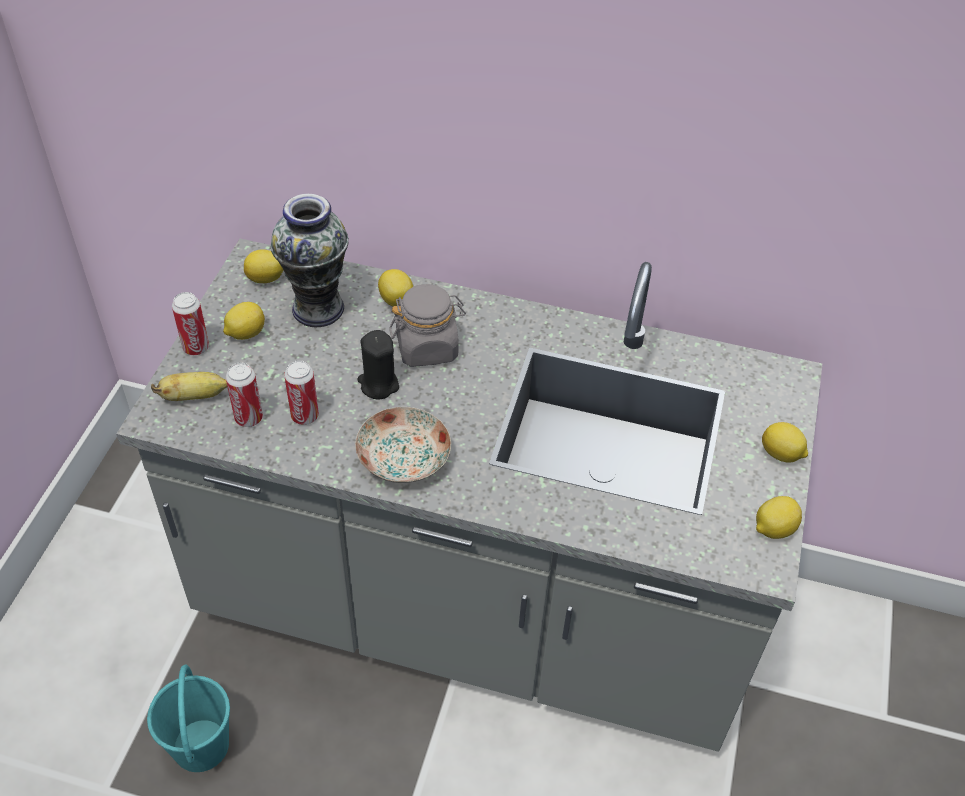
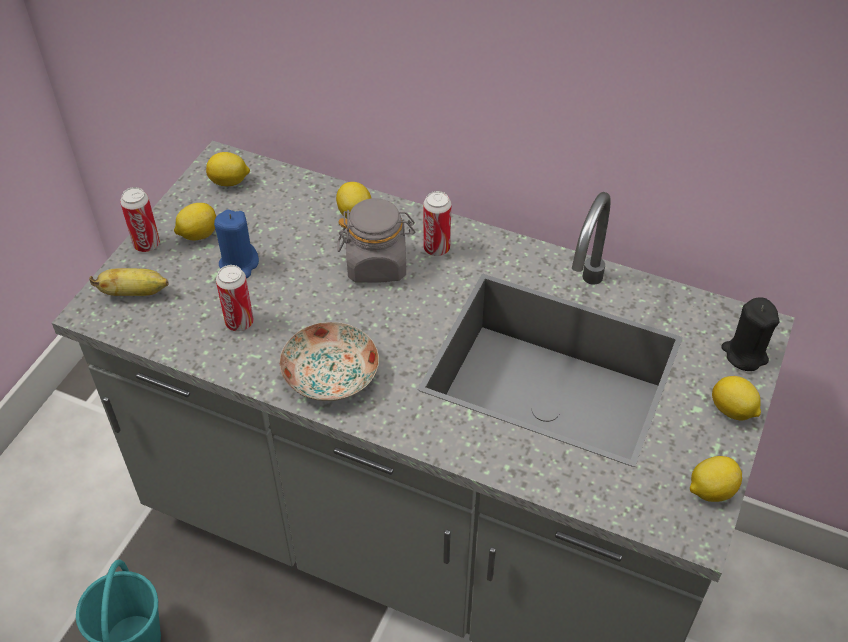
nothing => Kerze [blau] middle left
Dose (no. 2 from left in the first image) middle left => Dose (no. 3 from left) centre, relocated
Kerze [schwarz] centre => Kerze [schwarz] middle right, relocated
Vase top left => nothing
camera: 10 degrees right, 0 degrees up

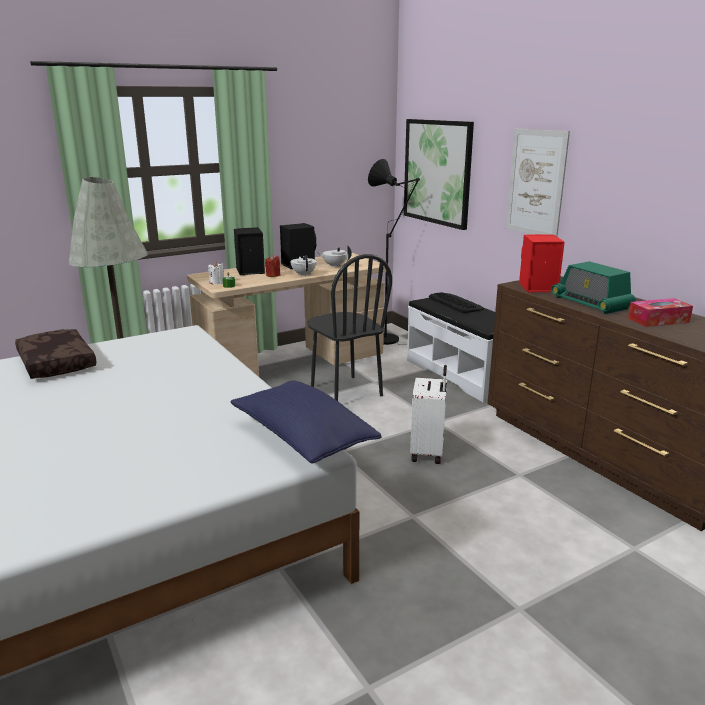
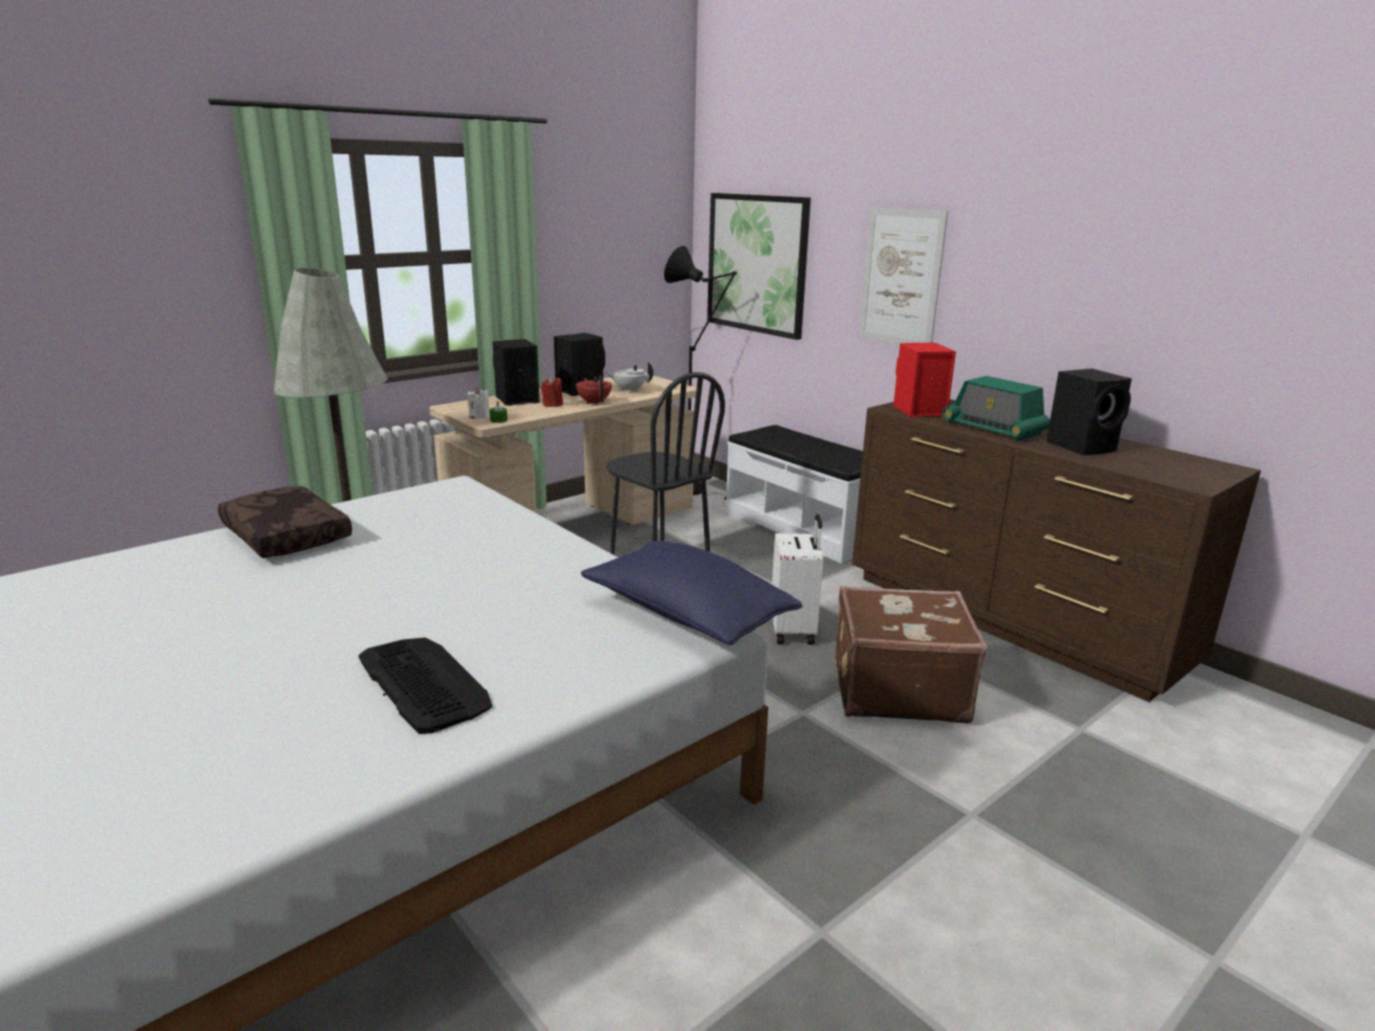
Tastatur centre => Tastatur middle left, relocated
Teekanne [weiß] (no. 1 from left) centre => Teekanne [rot] centre
nothing => Koffer [braun] centre
Taschentuchbox middle right => Lautsprecher [schwarz] (no. 3 from left) middle right
camera: 10 degrees left, 0 degrees up

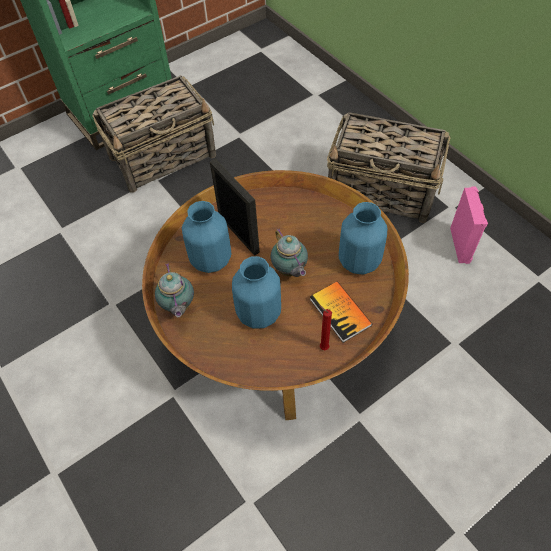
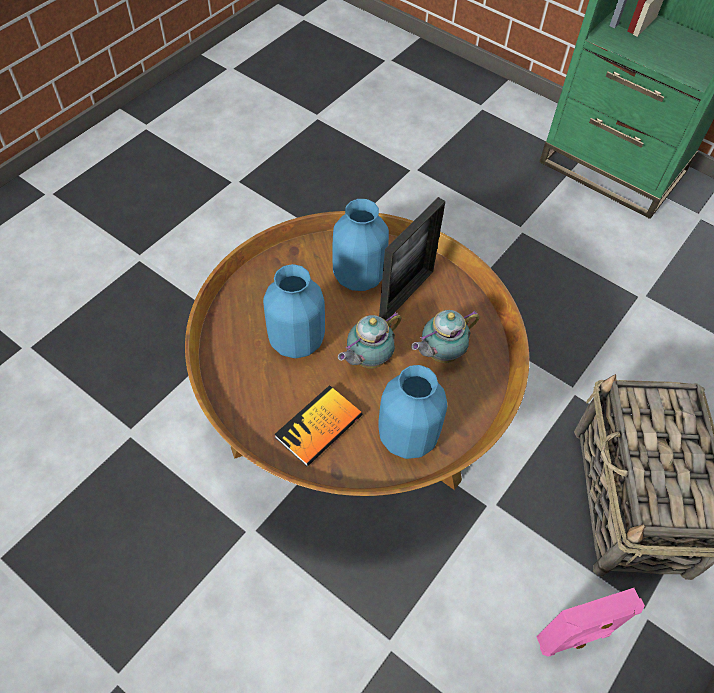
Teekanne (no. 1 from left in the first image) middle left => Teekanne (no. 2 from left) centre, relocated
Korb (no. 1 from left) top left => nothing
Kerze [rot] centre => nothing
camera: 70 degrees right, 0 degrees up

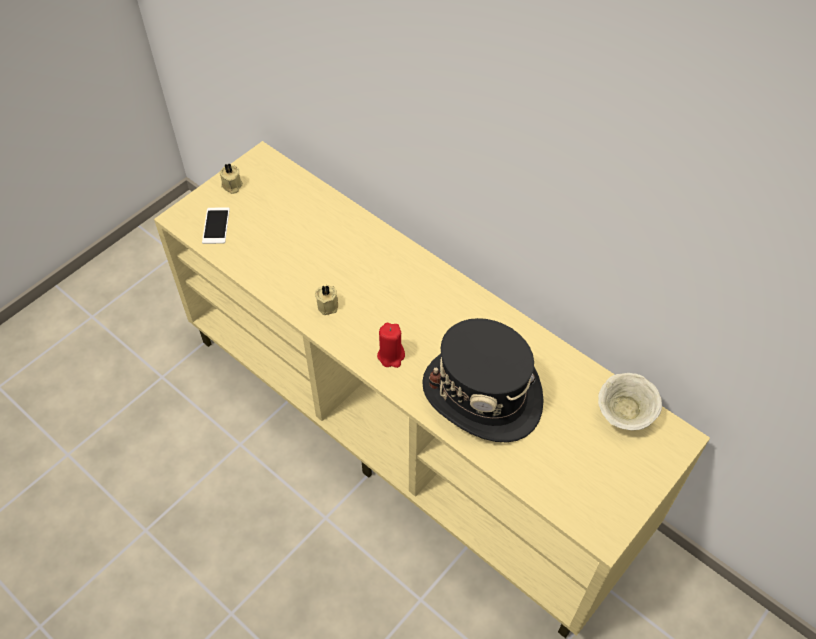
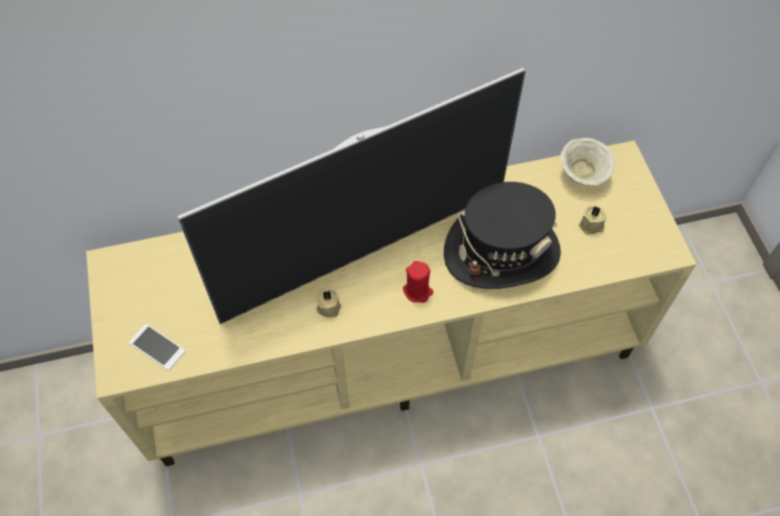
nothing => Fernseher centre
Kerze [beige] (no. 1 from left in the first image) top left => Kerze [beige] (no. 2 from left) middle right, relocated
camera: 55 degrees left, 5 degrees up

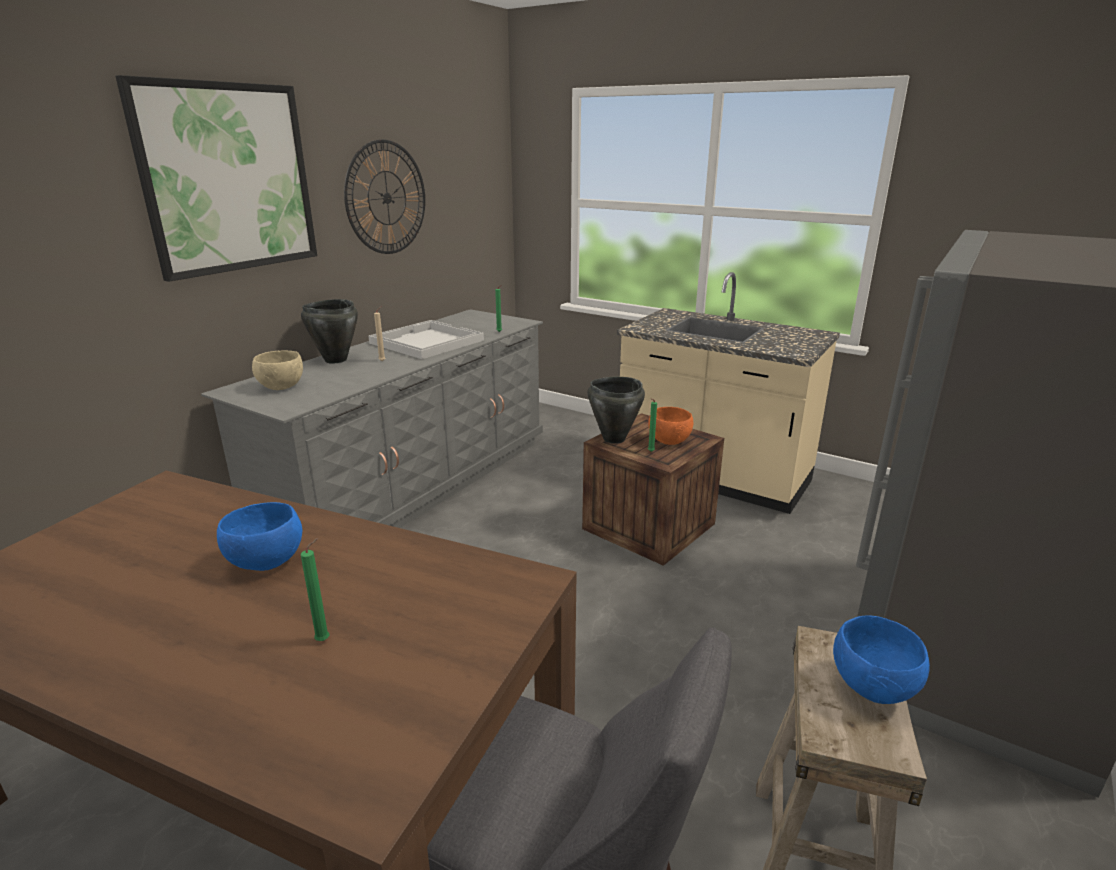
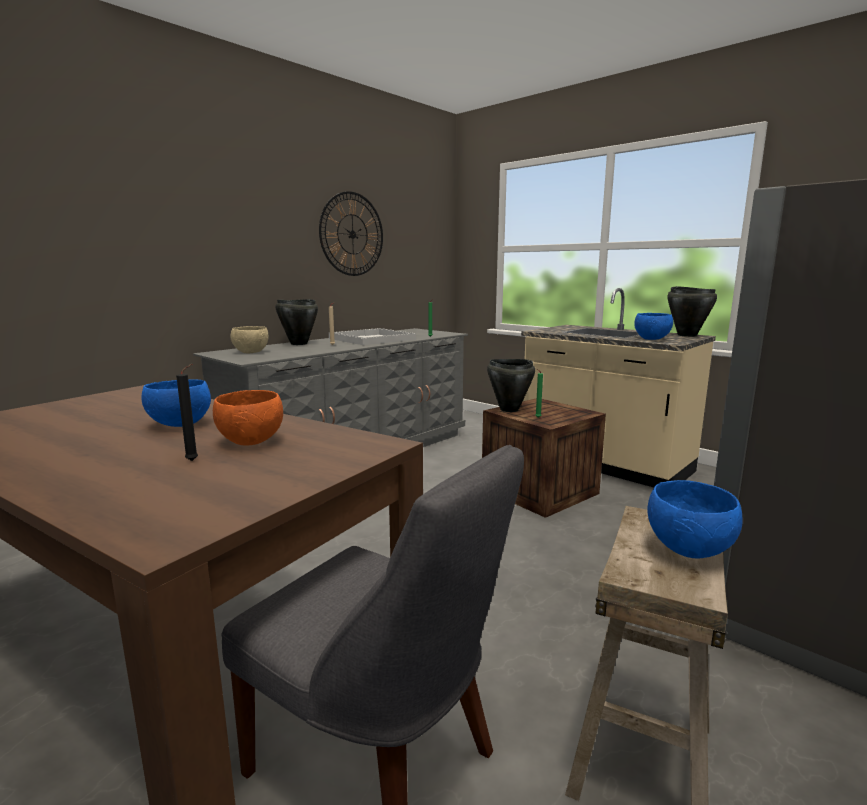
Kerze [grün] (no. 1 from left) bottom left => Kerze [schwarz] middle left
Schüssel [orange] centre => Schüssel [orange] middle left, relocated
nothing => Schüssel [blau] (no. 2 from left) middle right
nothing => Kochtopf [schwarz] (no. 3 from left) middle right
Bild top left => nothing
camera: 10 degrees right, 10 degrees down

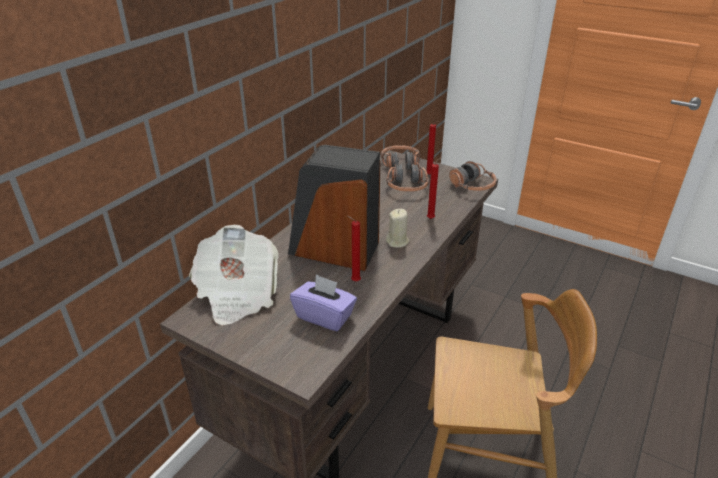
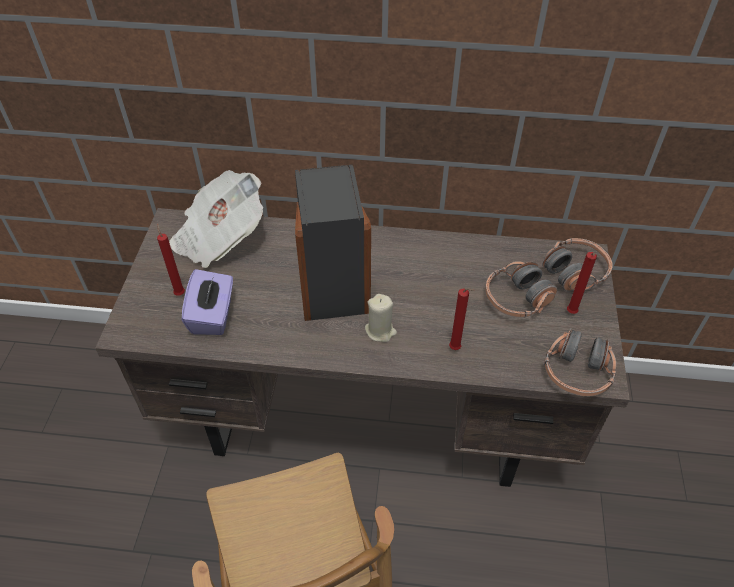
Kerze [rot] (no. 1 from left) centre => Kerze [rot] (no. 1 from left) middle left, relocated
camera: 65 degrees right, 15 degrees up

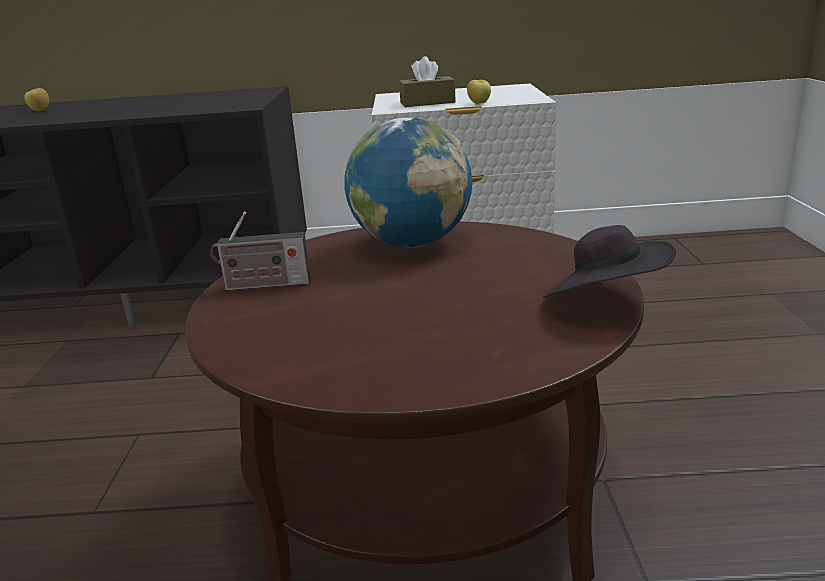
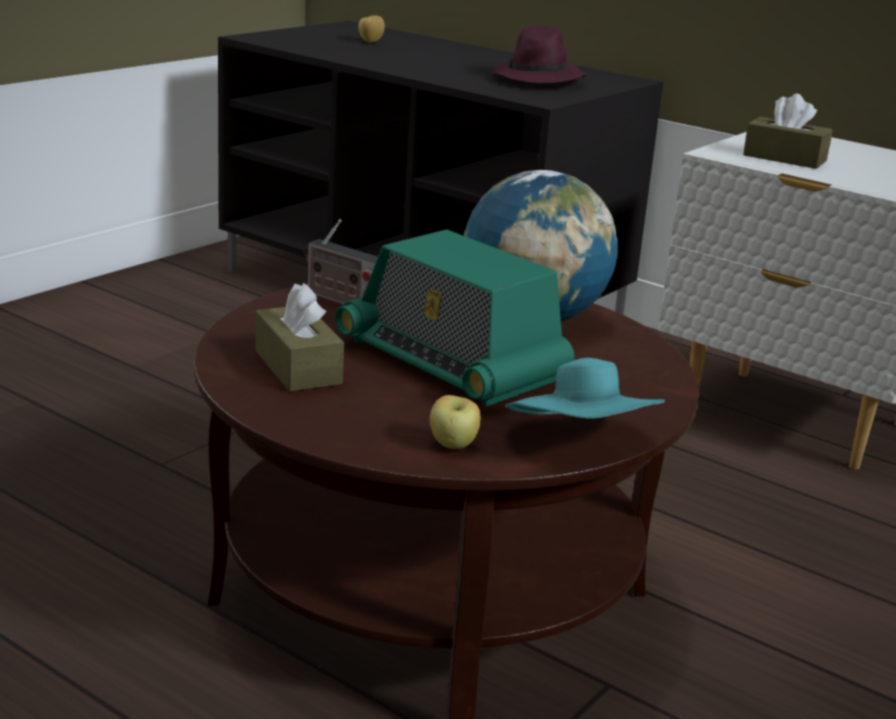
nothing => Taschentuchbox [braun] (no. 1 from left) centre
nothing => Radio (no. 2 from left) centre
Apfel (no. 2 from left) top centre => Apfel (no. 2 from left) centre, relocated
nothing => Hut [lila] top centre
Hut [schwarz] middle right => Hut [türkis] centre
camera: 35 degrees right, 0 degrees up

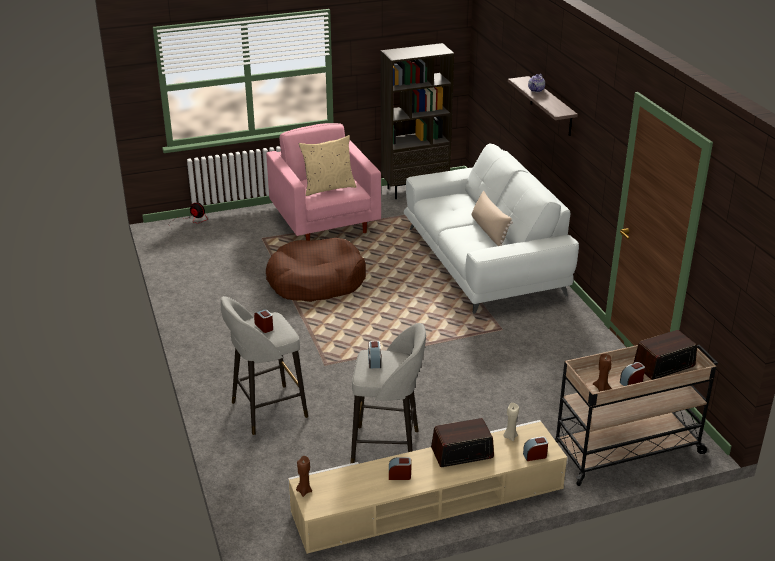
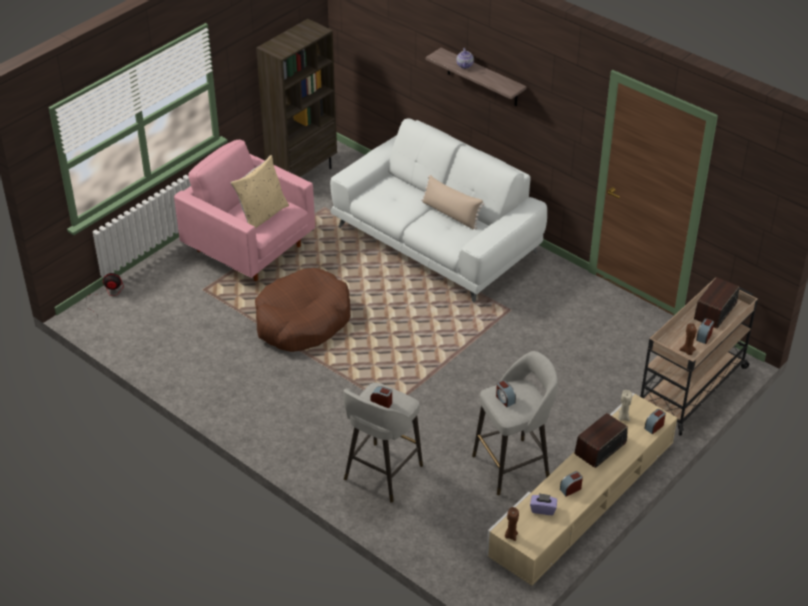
nothing => Taschentuchbox [lila] bottom right
camera: 30 degrees left, 10 degrees up

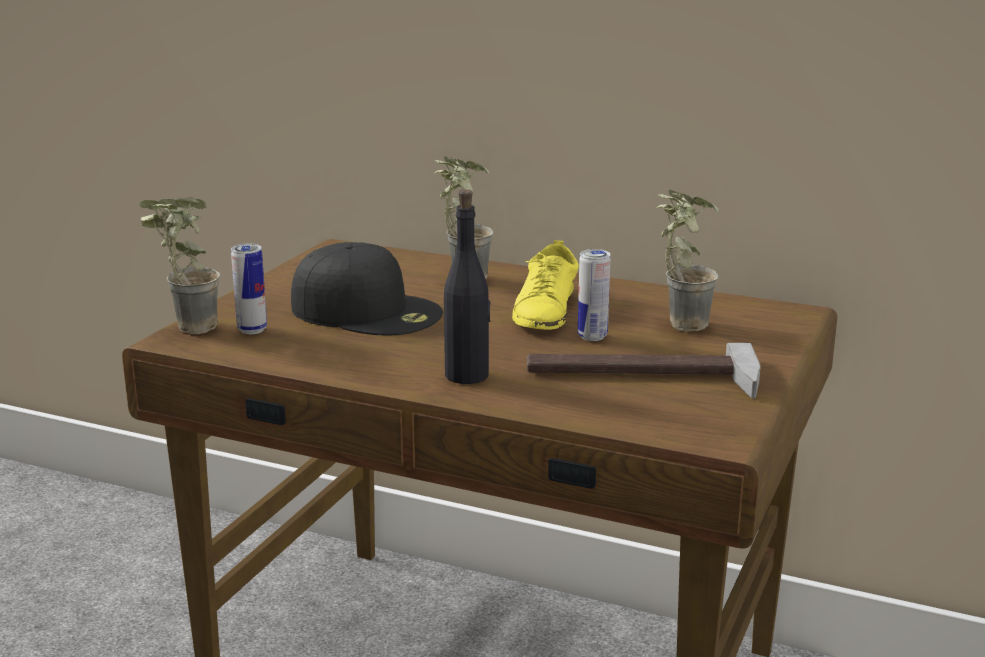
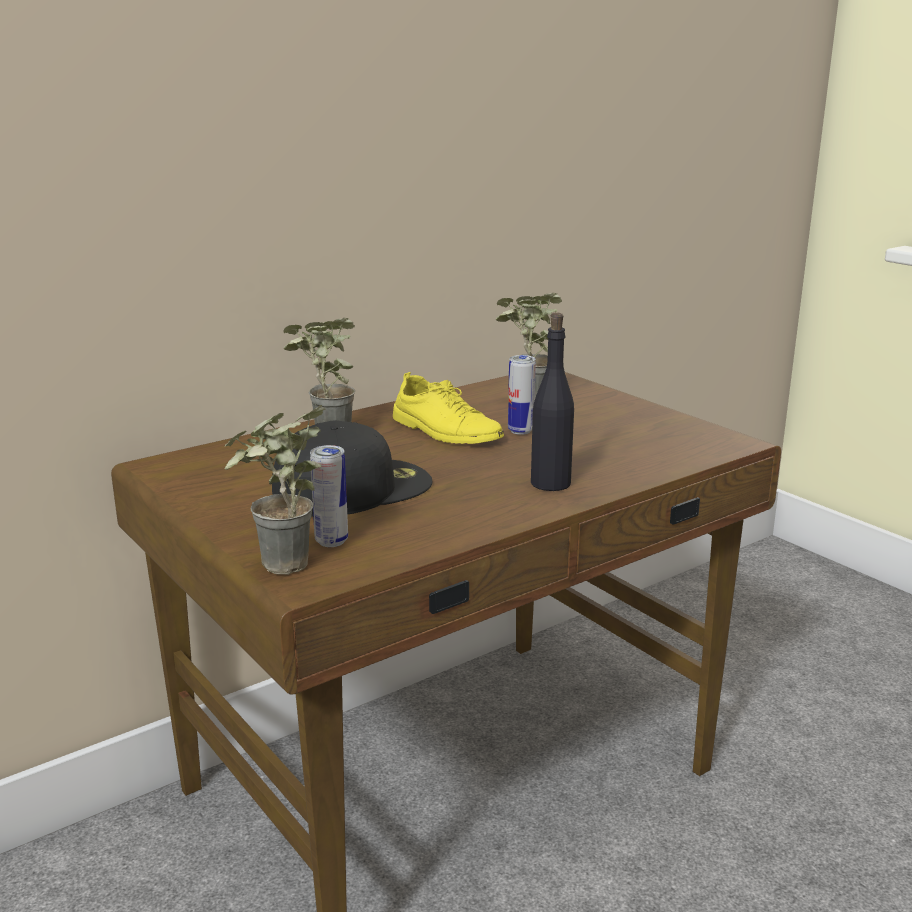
Hammer centre => nothing
camera: 60 degrees left, 0 degrees up

